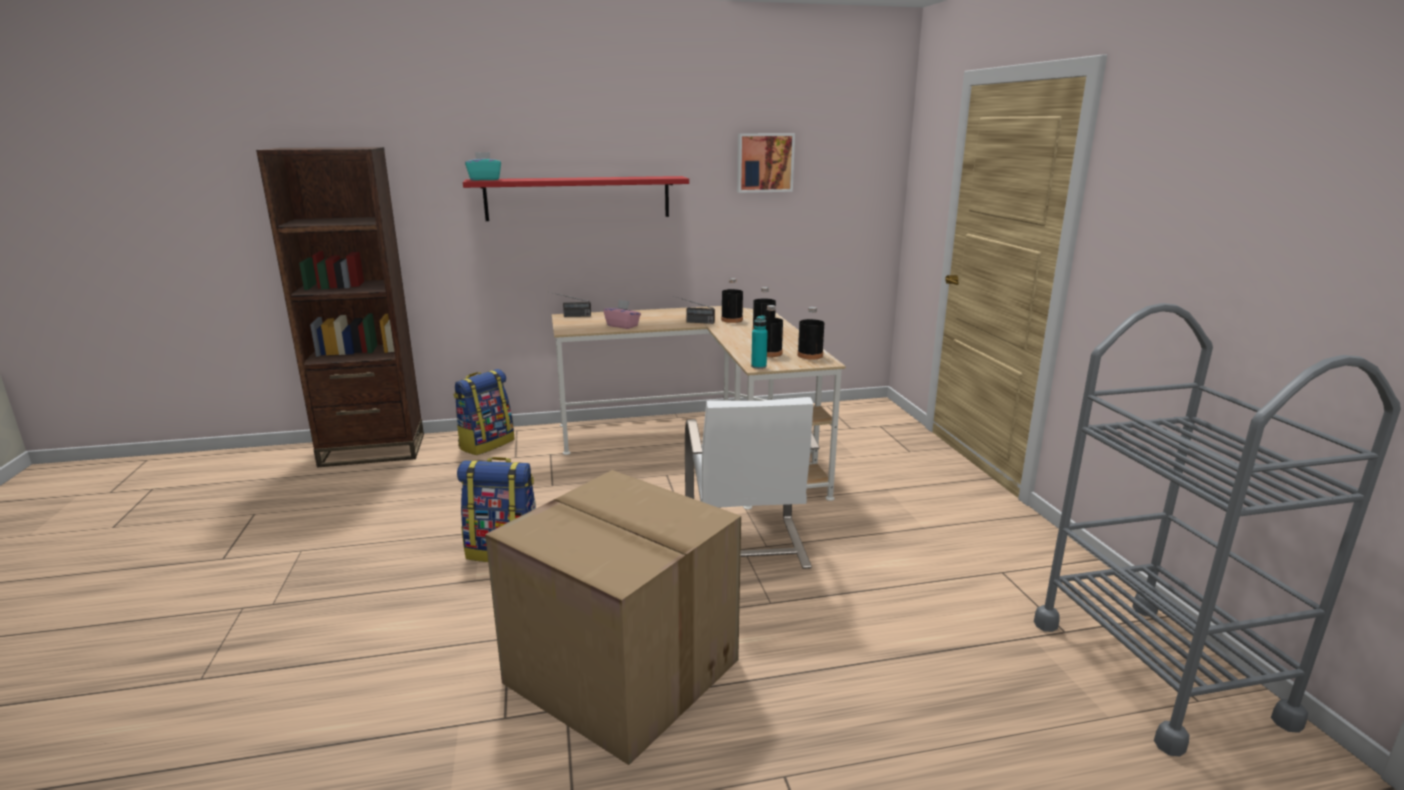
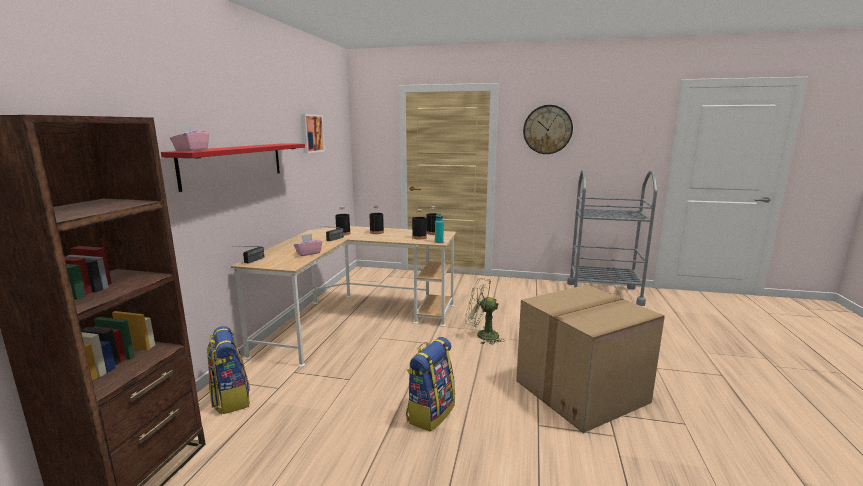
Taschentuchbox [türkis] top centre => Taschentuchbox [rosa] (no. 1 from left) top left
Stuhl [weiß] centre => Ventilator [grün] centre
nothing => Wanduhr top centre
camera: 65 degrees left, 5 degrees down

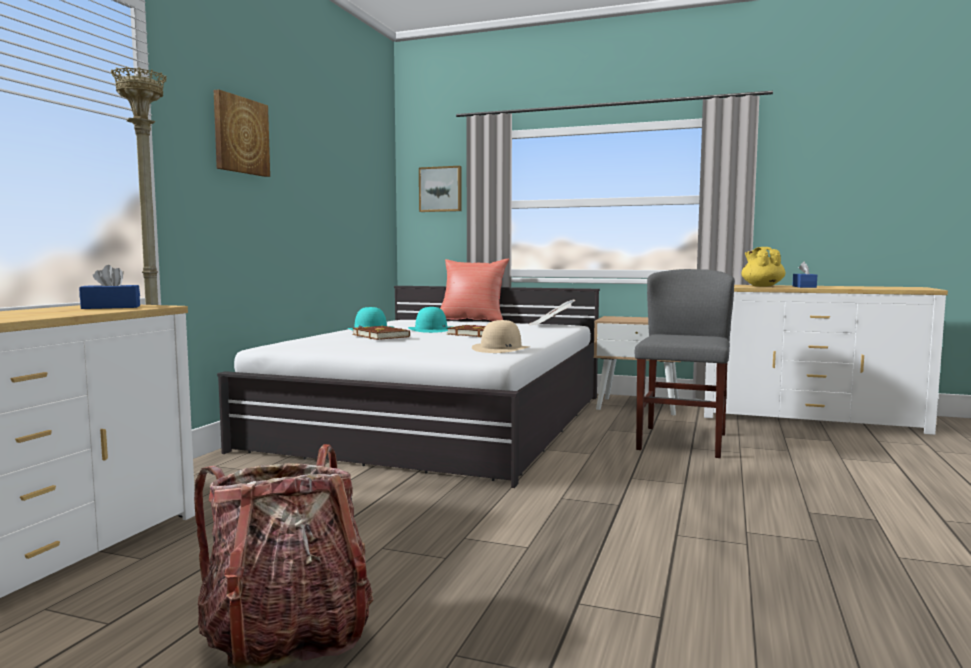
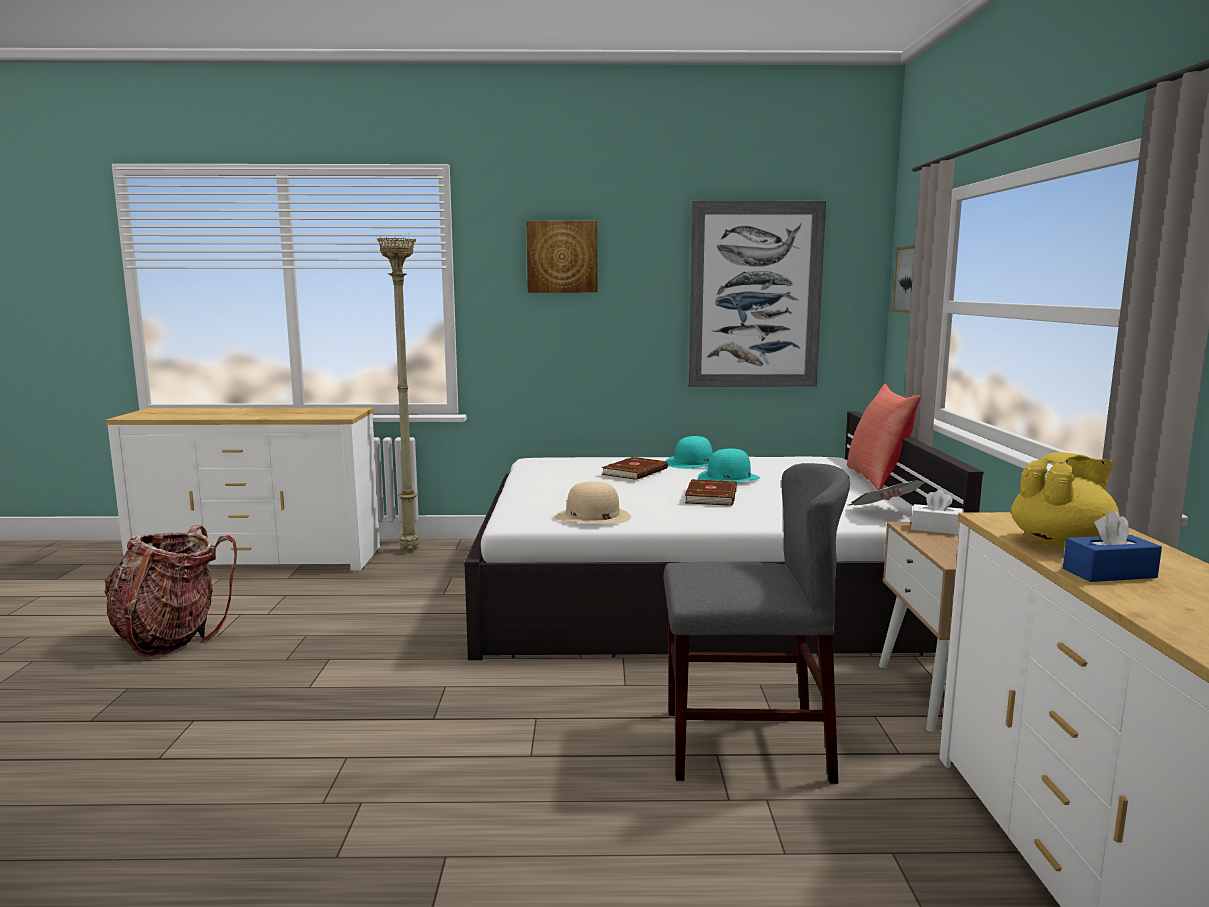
nothing => Bild (no. 2 from left) top centre
nothing => Taschentuchbox [weiß] middle right
Taschentuchbox [blau] (no. 1 from left) middle left => nothing
camera: 70 degrees right, 5 degrees up

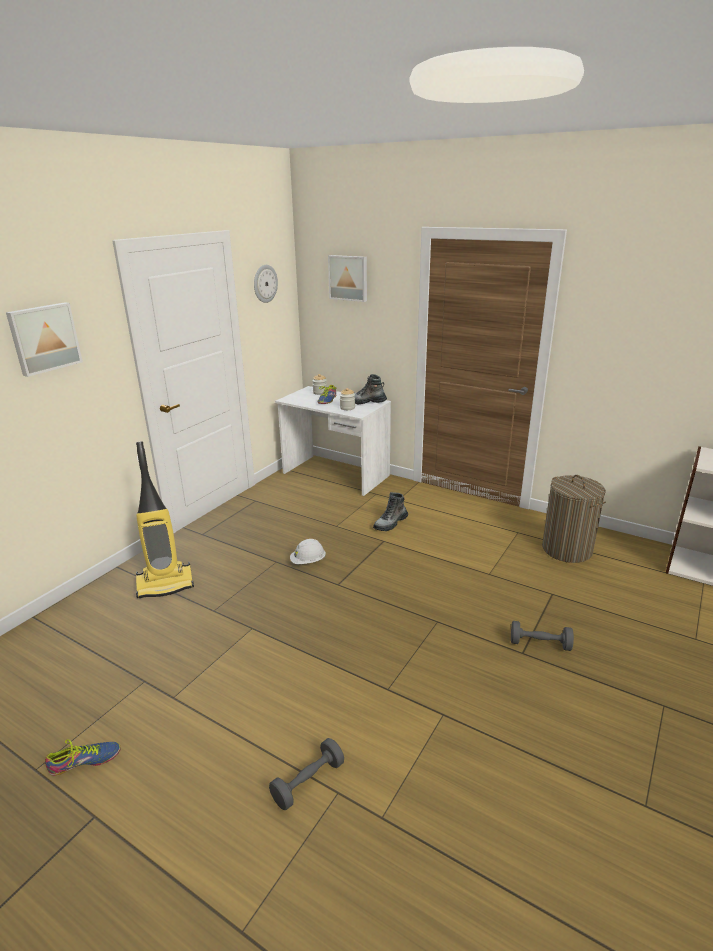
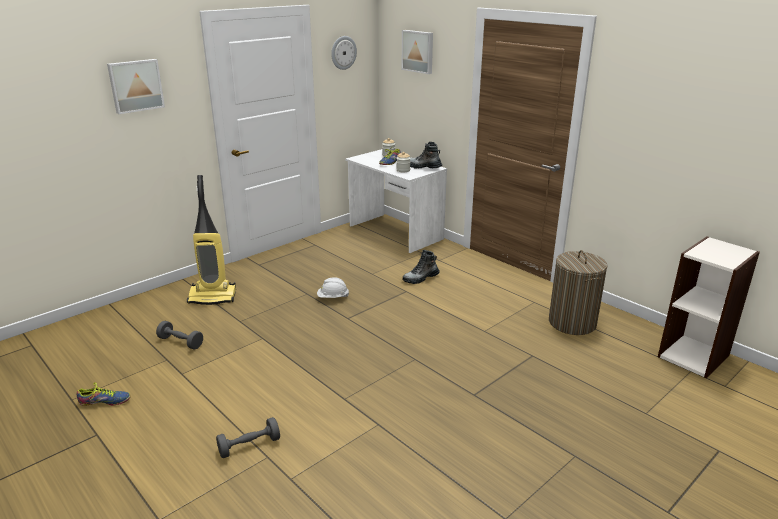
Hantel [grau] (no. 2 from left in the first image) bottom right => Hantel [grau] (no. 1 from left) middle left, relocated
camera: 15 degrees right, 0 degrees up

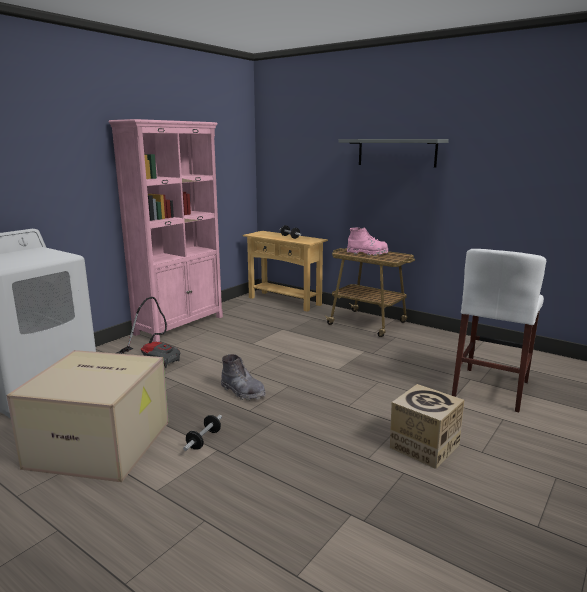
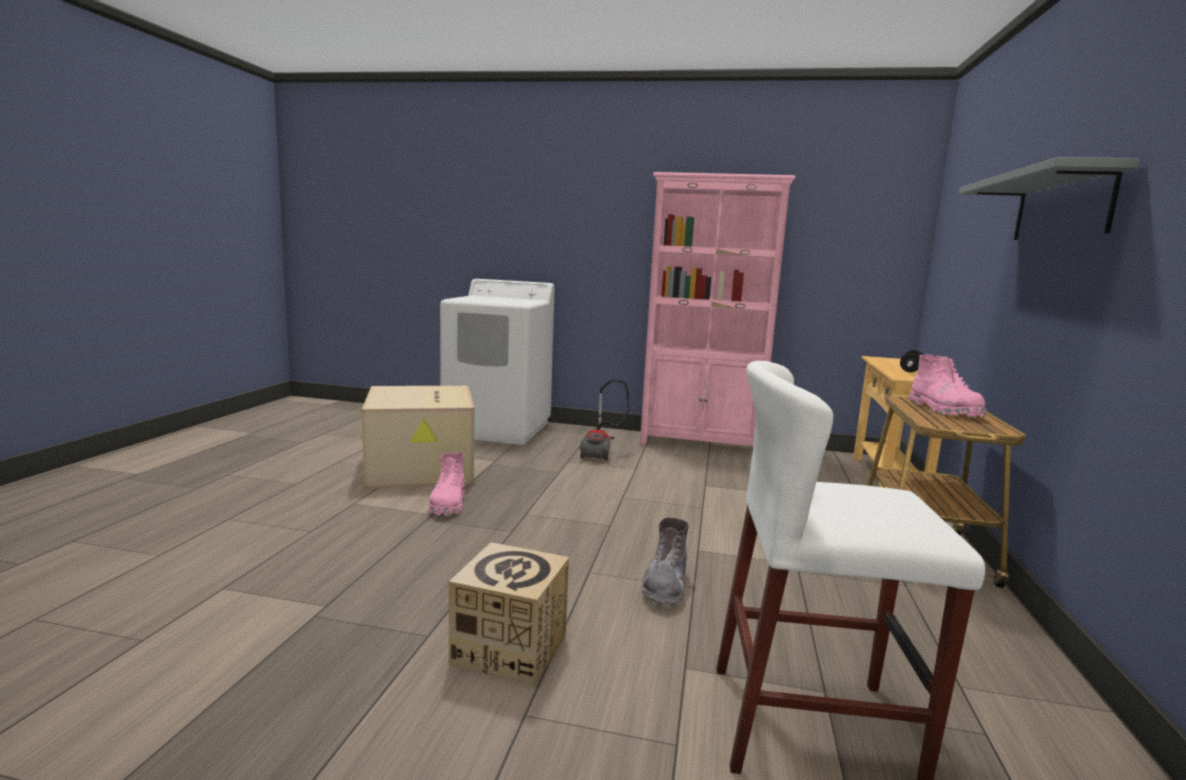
Hantel (no. 1 from left) bottom centre => Stiefel [rosa] (no. 1 from left) centre
Stiefel [grau] centre => Stiefel [grau] bottom centre, relocated
camera: 65 degrees right, 5 degrees down

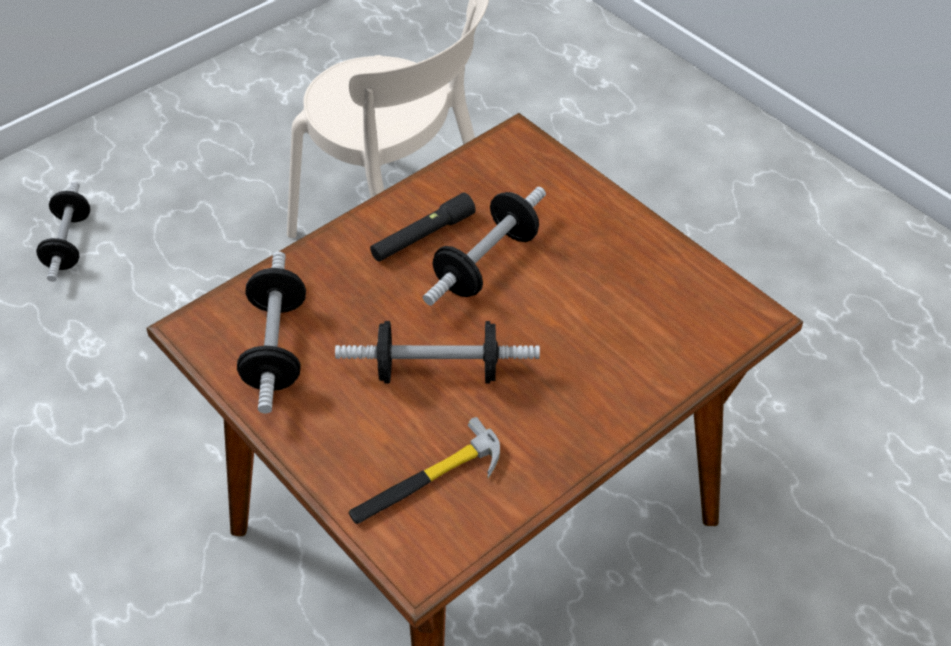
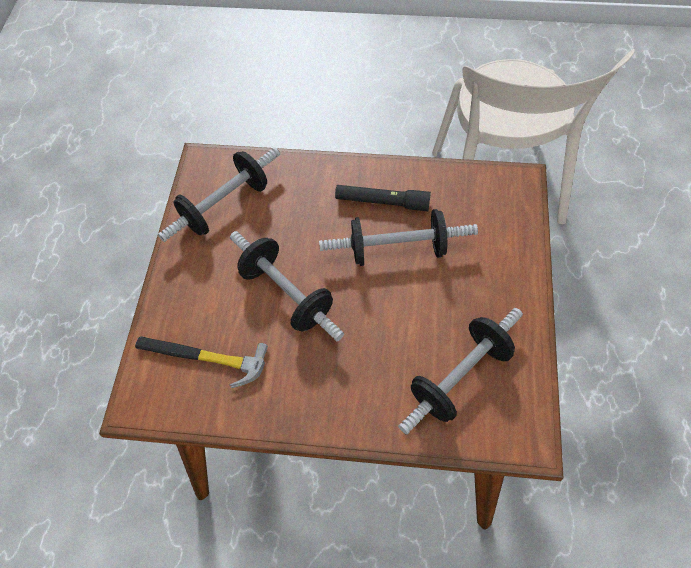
Hantel (no. 1 from left in the first image) middle left => Hantel (no. 4 from left) centre, relocated
camera: 50 degrees right, 10 degrees up

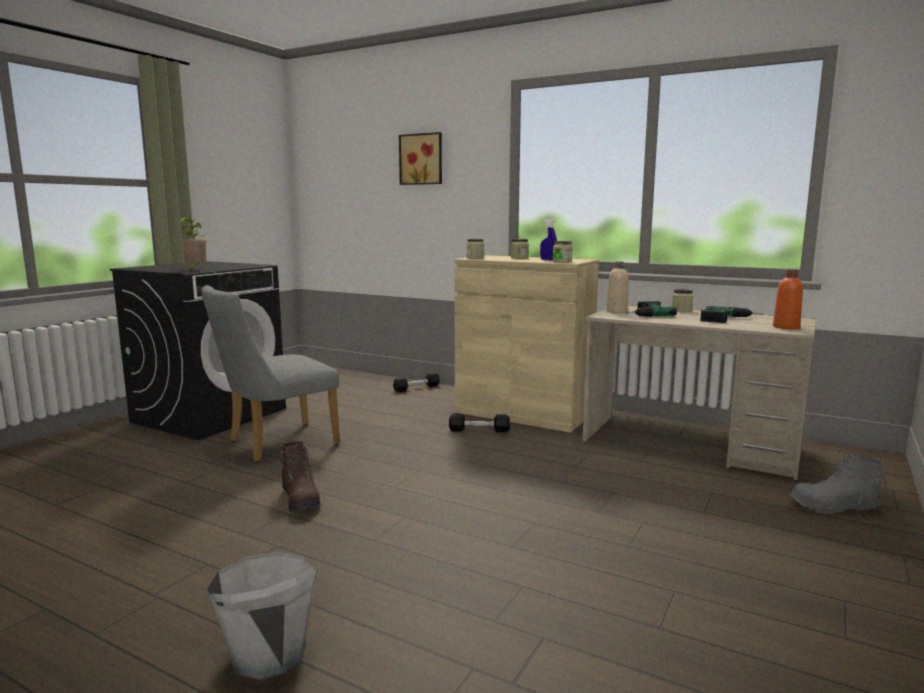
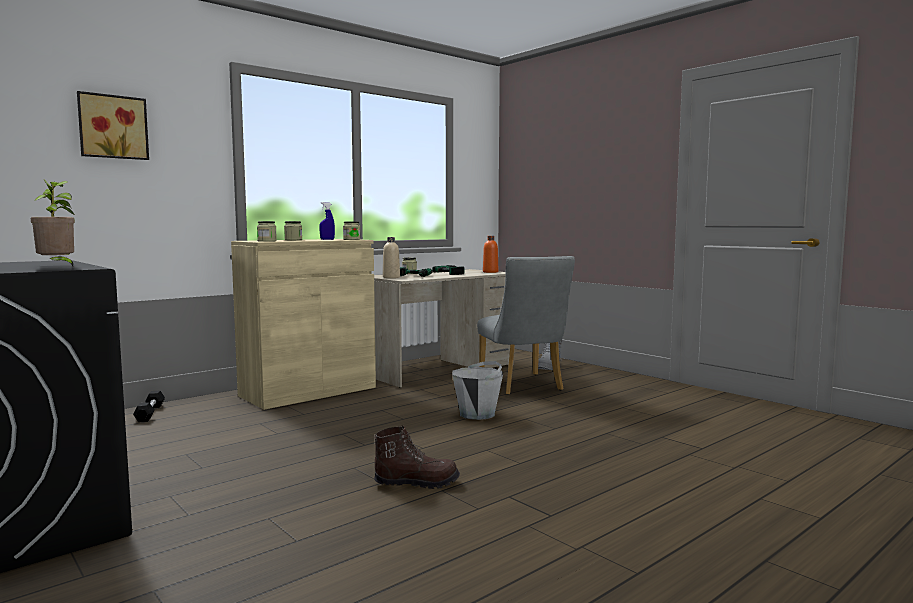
Eimer [grau] bottom left => Eimer [grau] centre, relocated
Stuhl [grau] middle left => Stuhl [grau] centre, relocated
Hantel [schwarz] (no. 2 from left) centre => nothing
camera: 70 degrees left, 5 degrees down

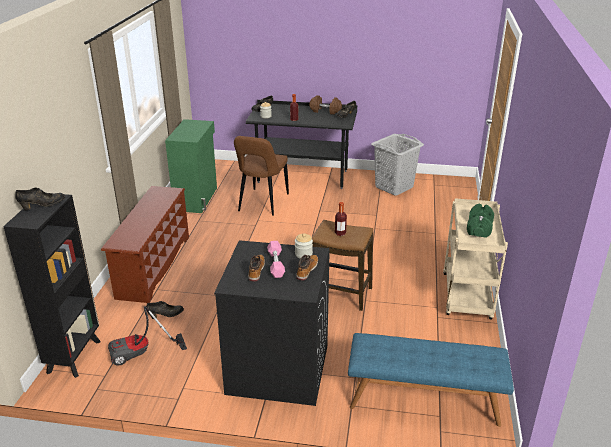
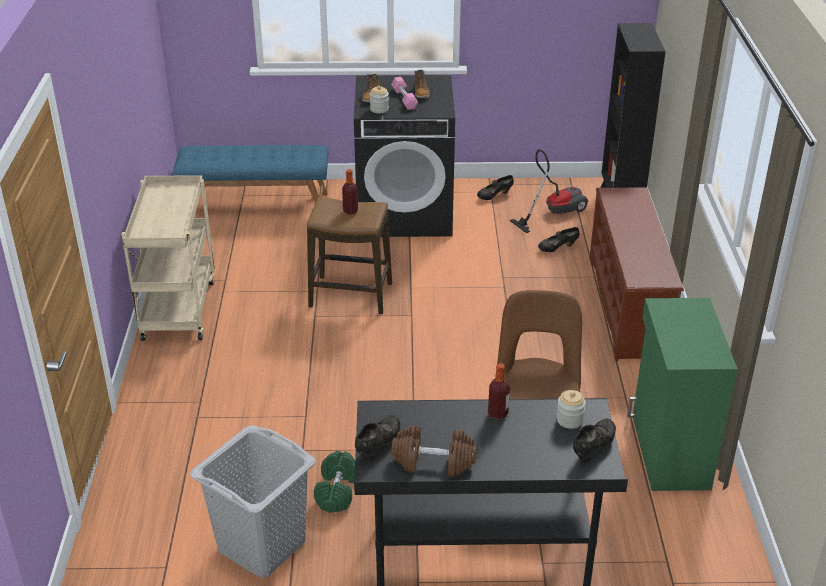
Hantel [grün] middle right => Hantel [grün] bottom centre, relocated
Schuh [schwarz] (no. 1 from left in the first image) middle left => Schuh [schwarz] (no. 2 from left) top centre, relocated
camera: 170 degrees right, 5 degrees up

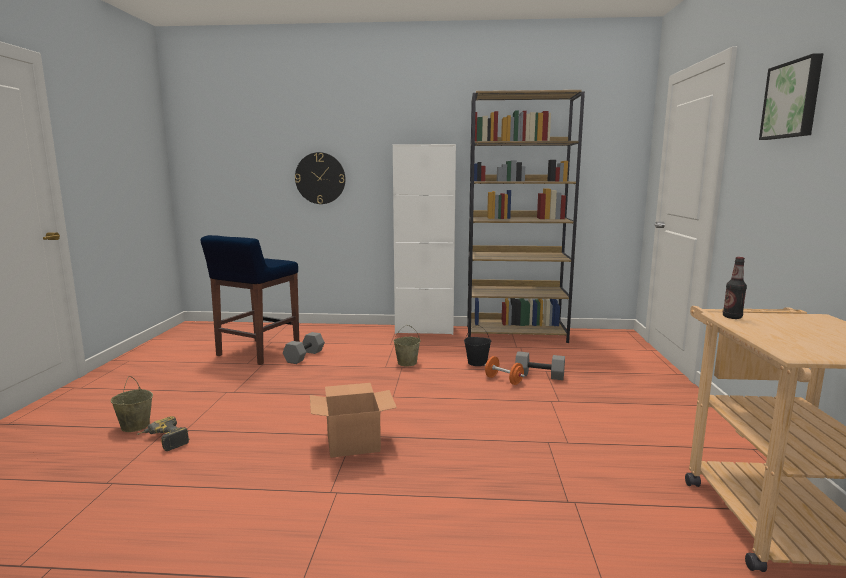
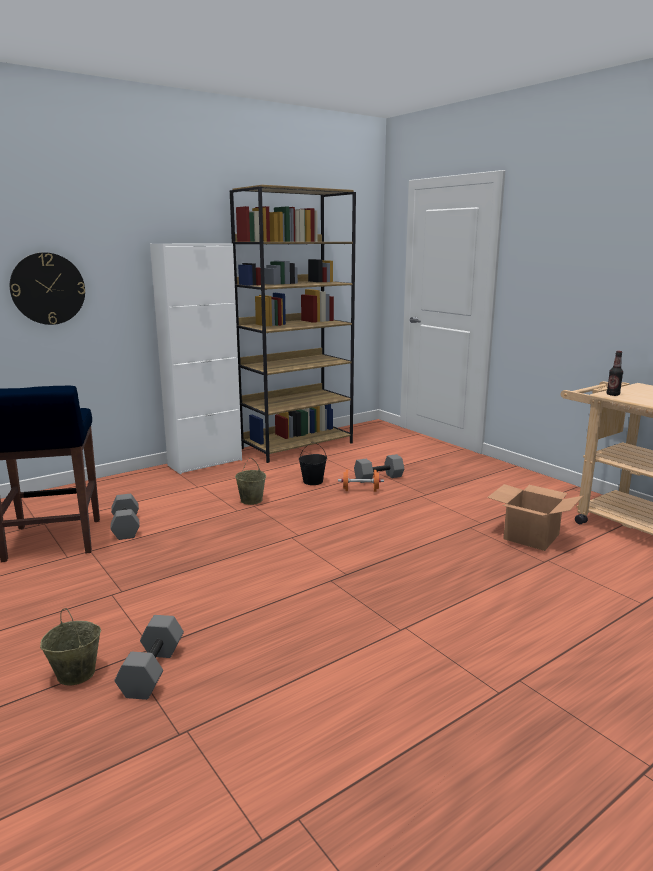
Bohrmaschine bottom left => Hantel [grau] (no. 2 from left) bottom left
Karton bottom centre => Karton middle right, relocated
Bild top right => nothing
camera: 40 degrees left, 5 degrees up

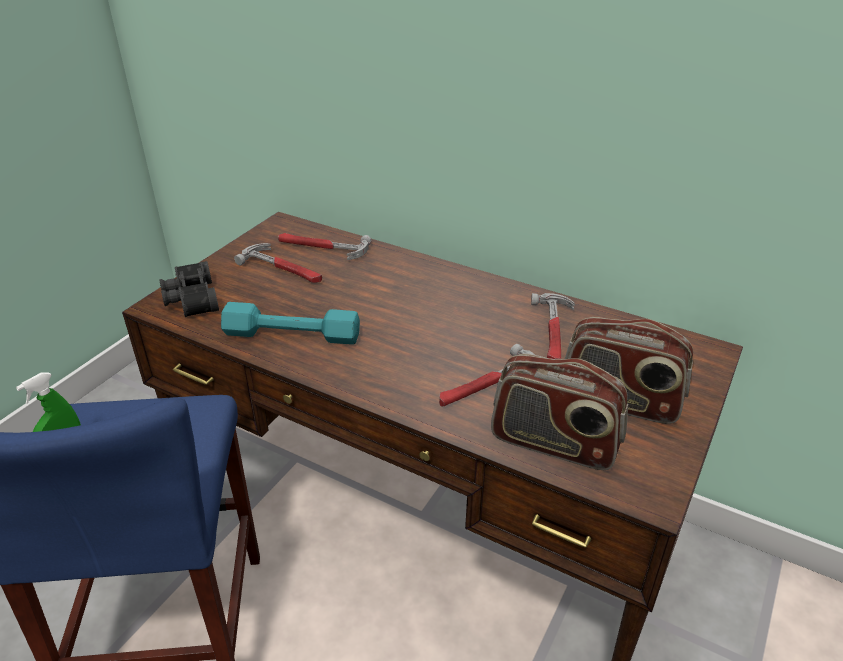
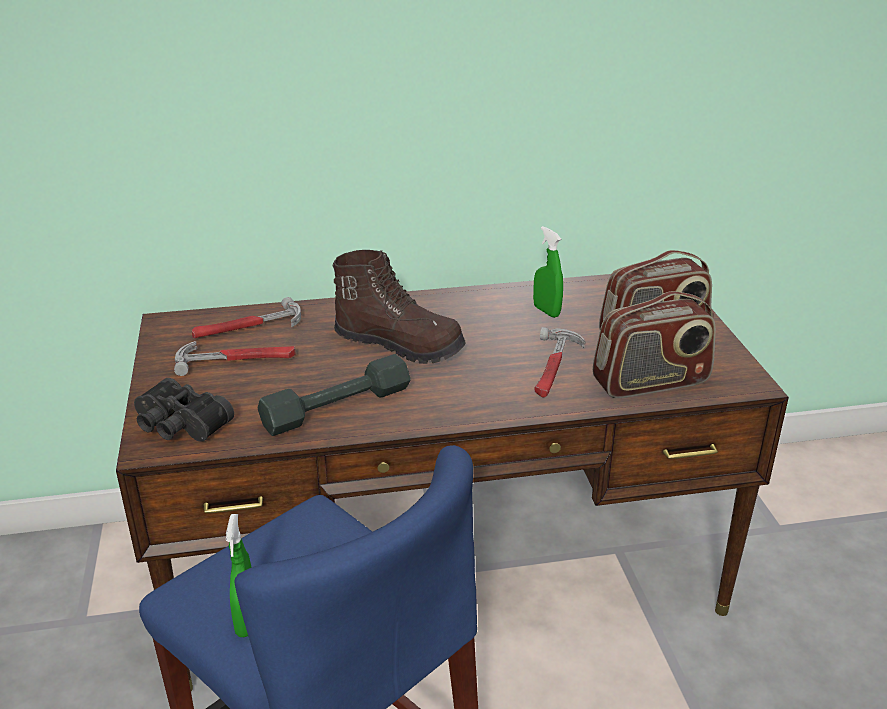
Hantel [türkis] centre => Hantel [grau] centre
nothing => Stiefel [braun] centre
Hammer (no. 4 from left) centre => Sprühflasche [grün] (no. 2 from left) centre
camera: 40 degrees left, 5 degrees down

